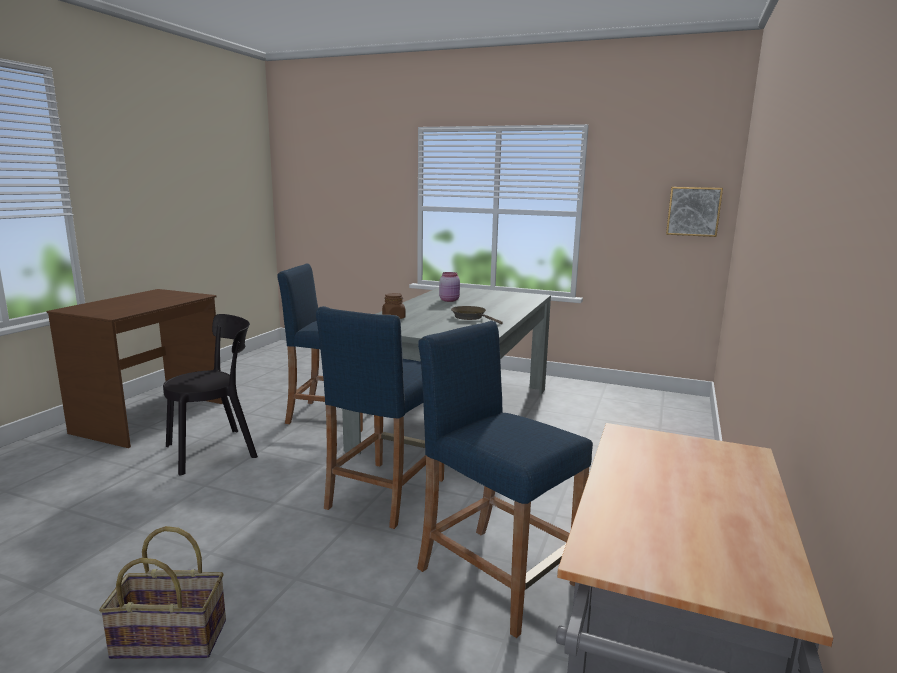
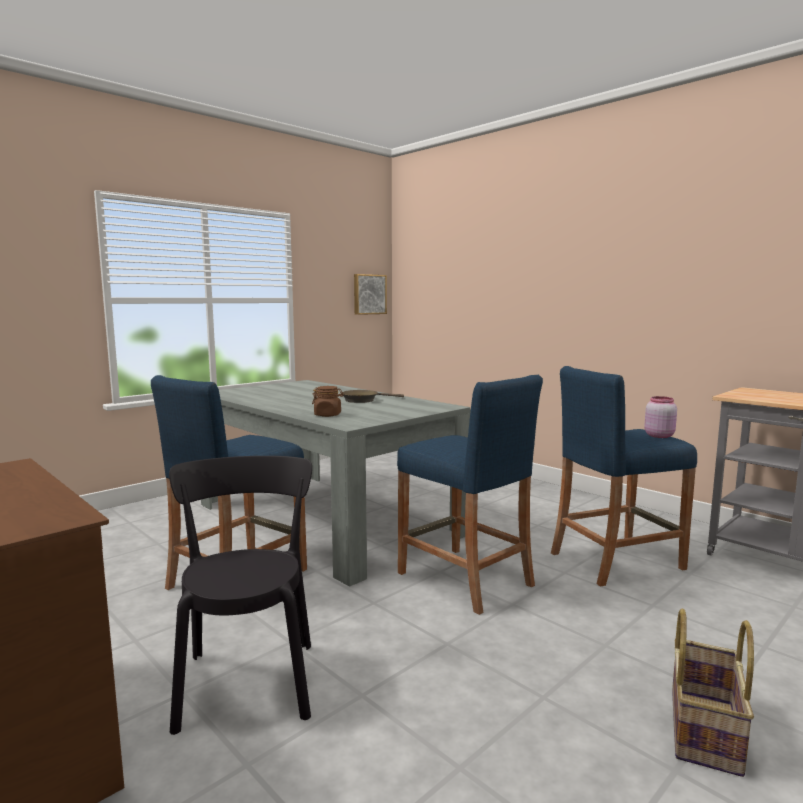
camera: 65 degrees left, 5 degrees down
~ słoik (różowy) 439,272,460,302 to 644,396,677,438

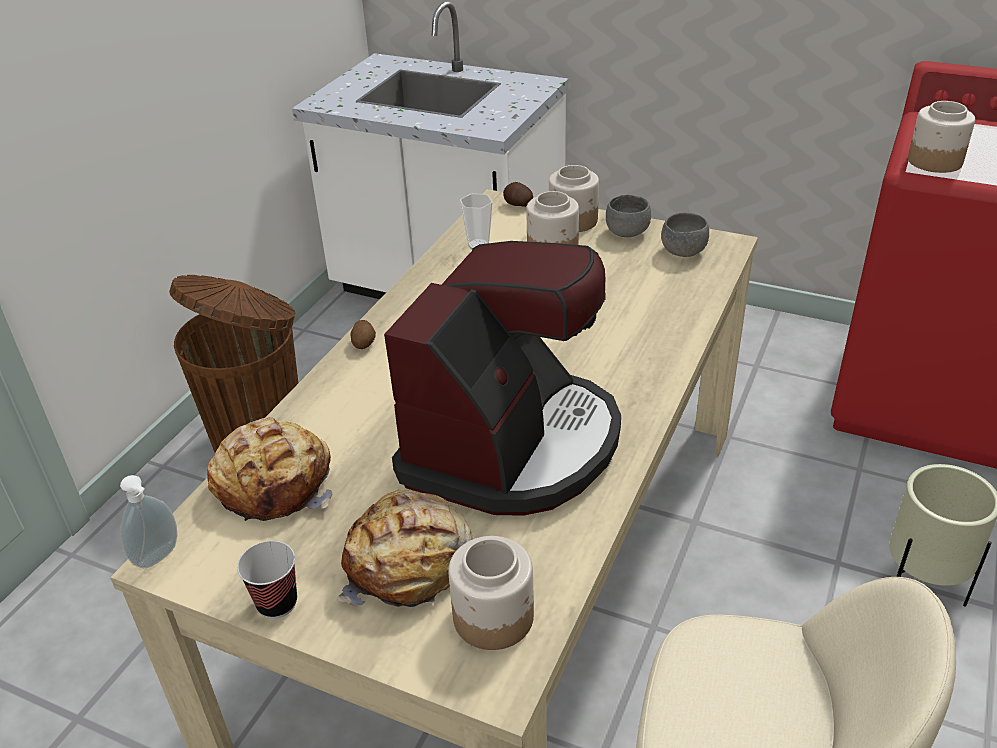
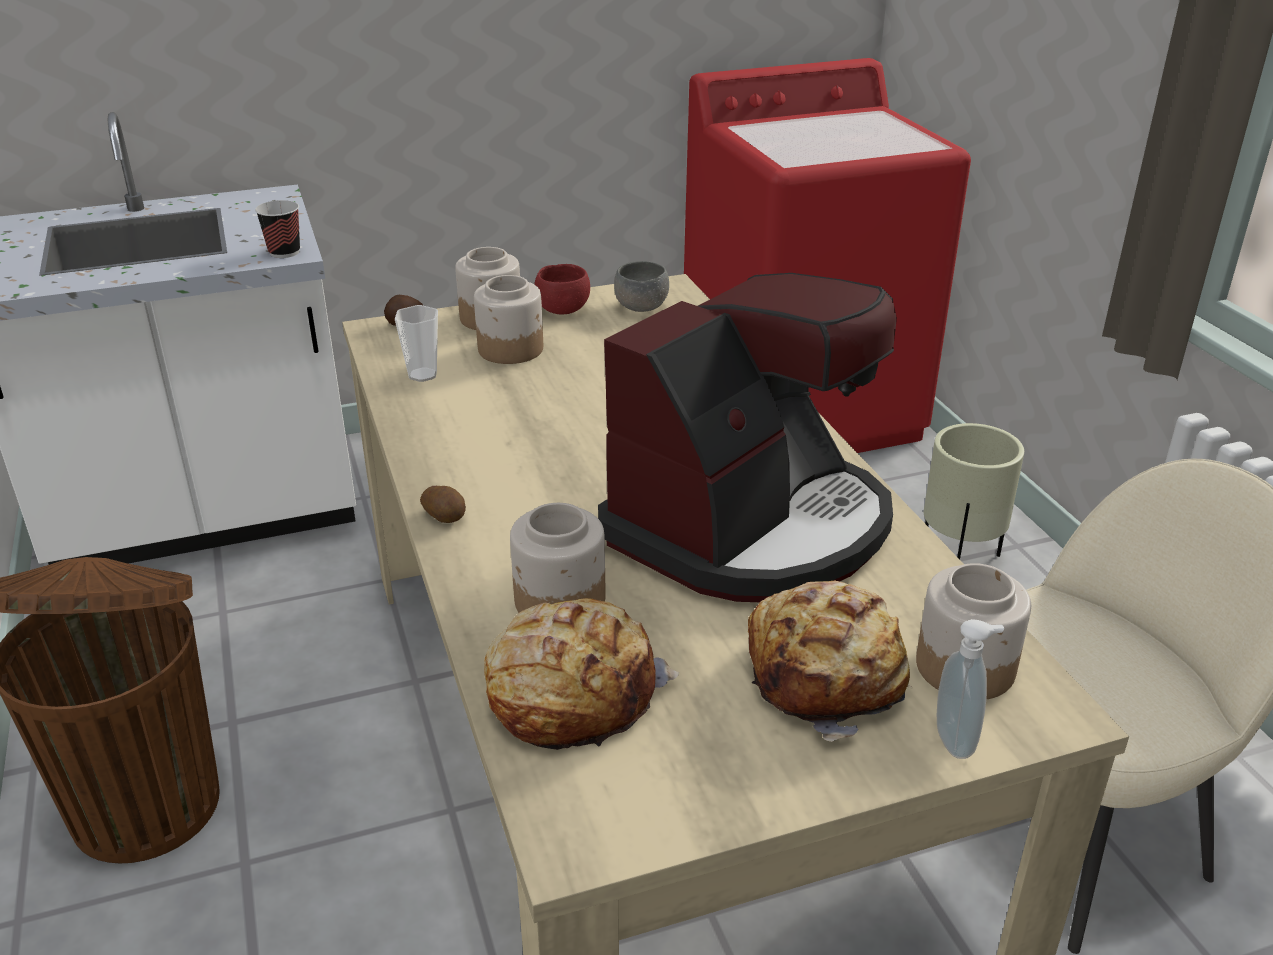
camera: 45 degrees left, 5 degrees down
~ dozownik mydła 120,475,178,568 to 937,619,1004,759
~ filiżanka 237,541,297,619 to 255,200,300,258
~ słoik 908,101,975,173 to 510,503,606,613
~ miska (szary) 606,194,651,237 to miska (czerwony) 534,264,590,314
~ ekspres do kawy 384,241,621,516 = 598,273,897,602 60 degrees clockwise

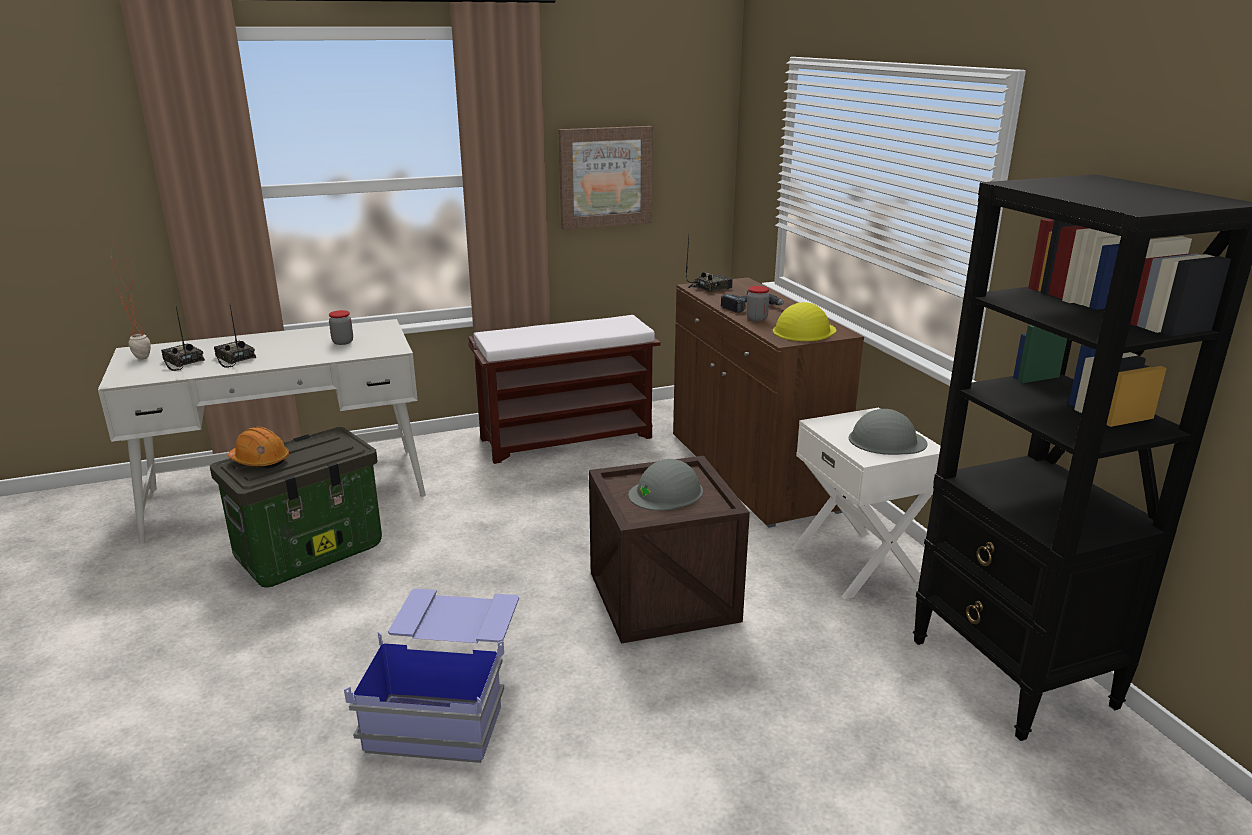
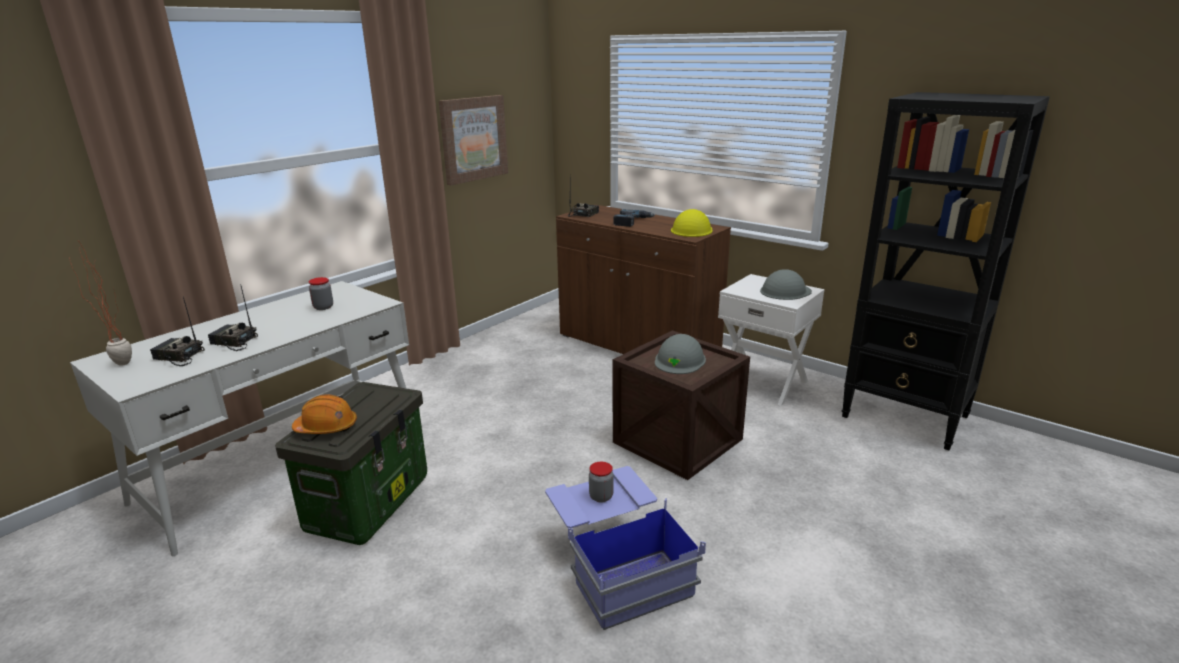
camera: 30 degrees left, 0 degrees up
- ławka (brązowy) 468,315,661,464
~ słoik 746,286,769,321 to 589,462,613,502

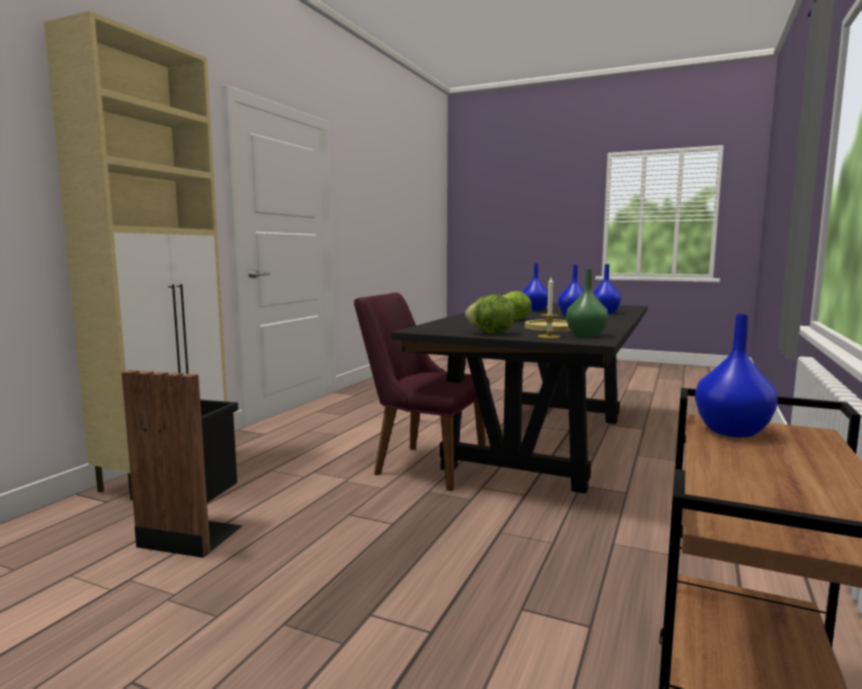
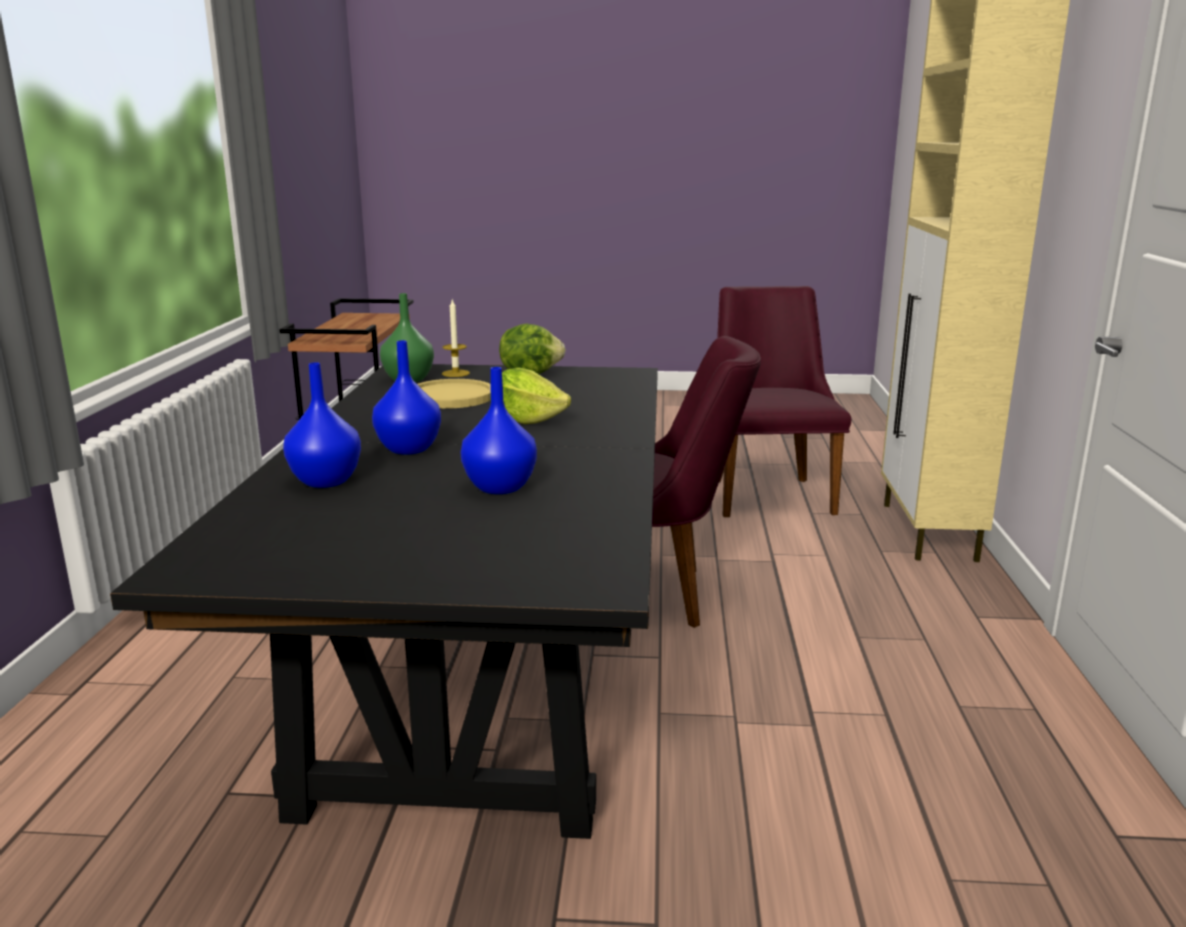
camera: 160 degrees right, 10 degrees up
- wazon (niebieski) 695,314,778,438
~ kosz na śmieci (czarny) 122,370,242,558 to krzesło (fioletowy) 717,286,851,517

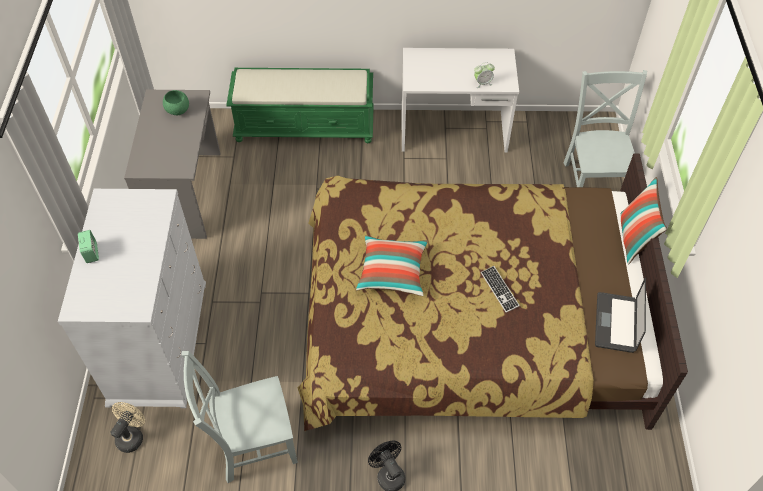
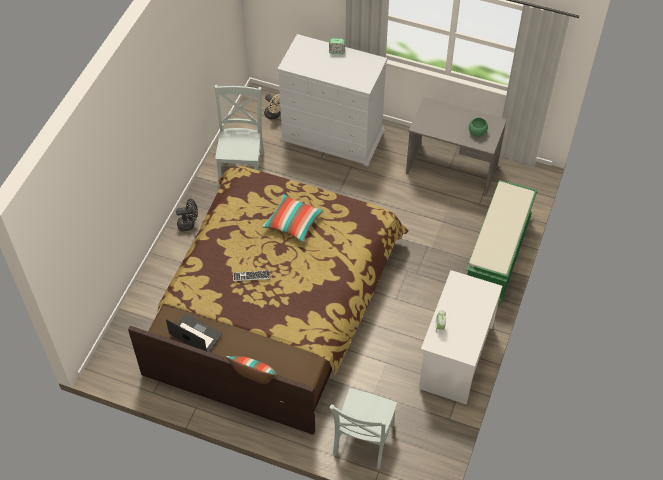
camera: 110 degrees right, 0 degrees up
~ krzesło (szary) 564,70,647,187 = 329,388,397,469 90 degrees clockwise

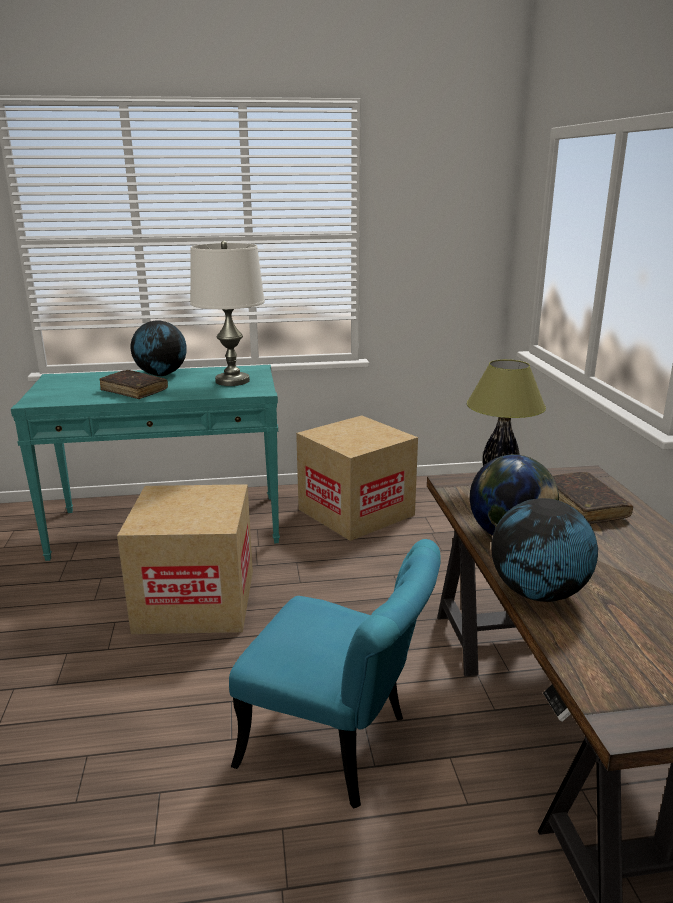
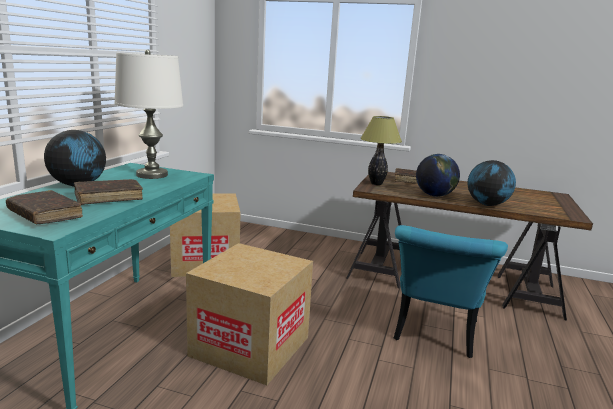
camera: 65 degrees left, 5 degrees down
+ książka (brązowy) 6,190,83,224
~ krzesło (turkusowy) 229,539,441,809 = 394,225,508,358 150 degrees clockwise

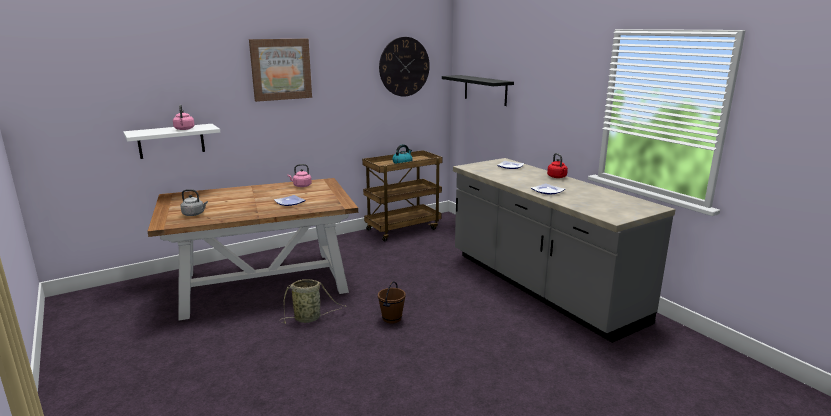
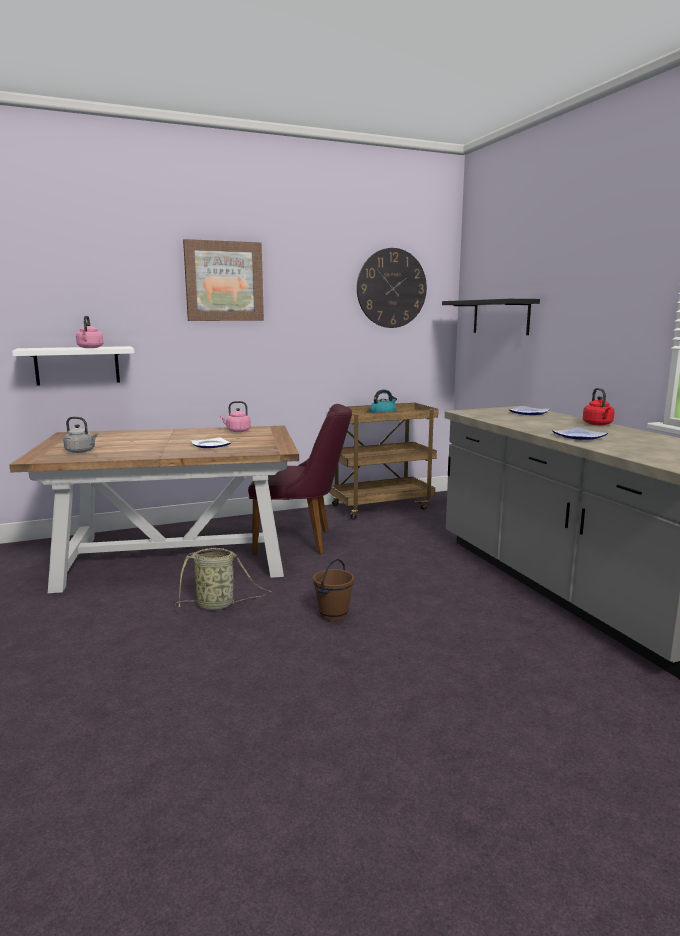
camera: 10 degrees right, 5 degrees down
+ krzesło (fioletowy) 248,404,352,555

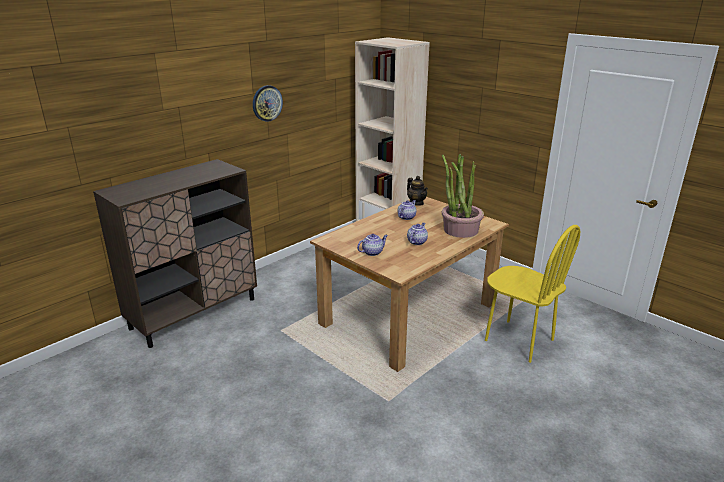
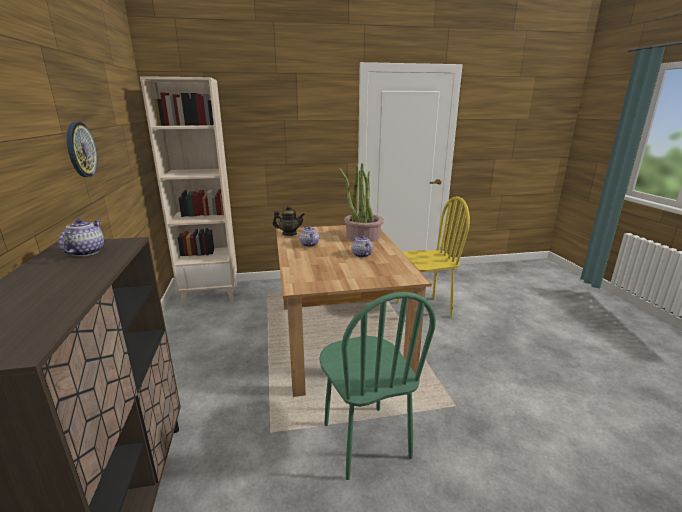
camera: 55 degrees left, 5 degrees down
+ krzesło (zielony) 319,292,436,480
~ imbryk 357,234,388,256 to 59,218,104,256

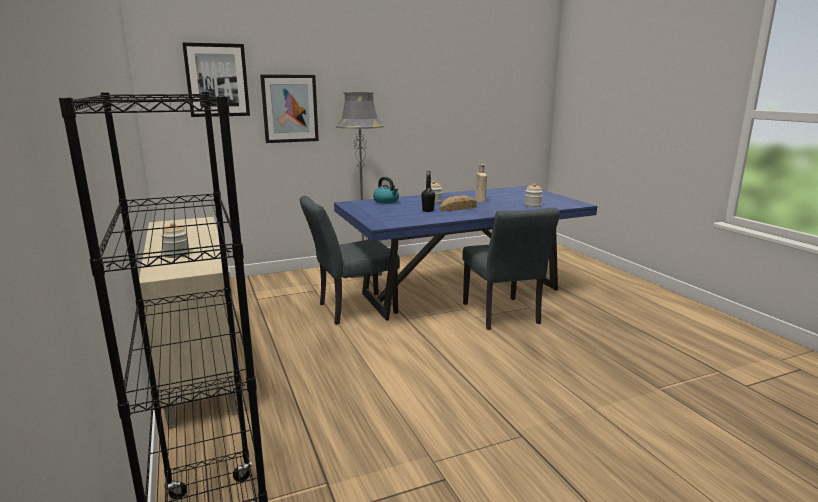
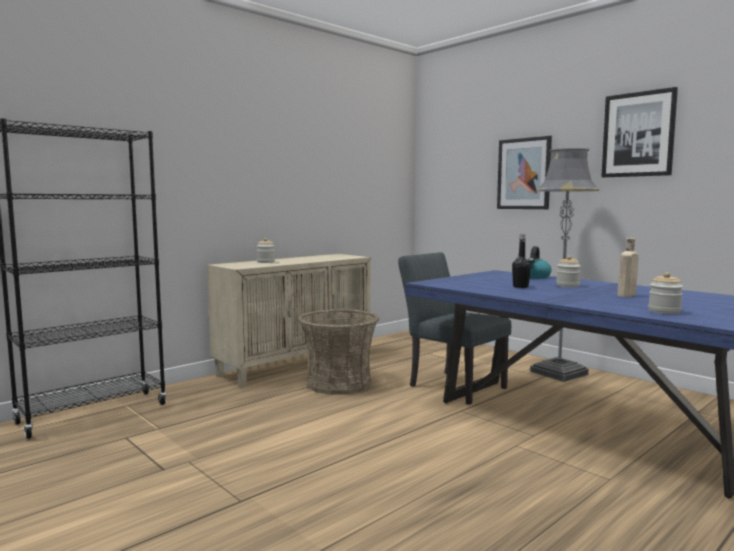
camera: 70 degrees right, 10 degrees down
- chleb 440,195,477,211
- krzesło (szary) 462,207,560,330
+ koszyk 298,309,379,395
~ obraz 182,42,250,117 to 601,87,678,177

